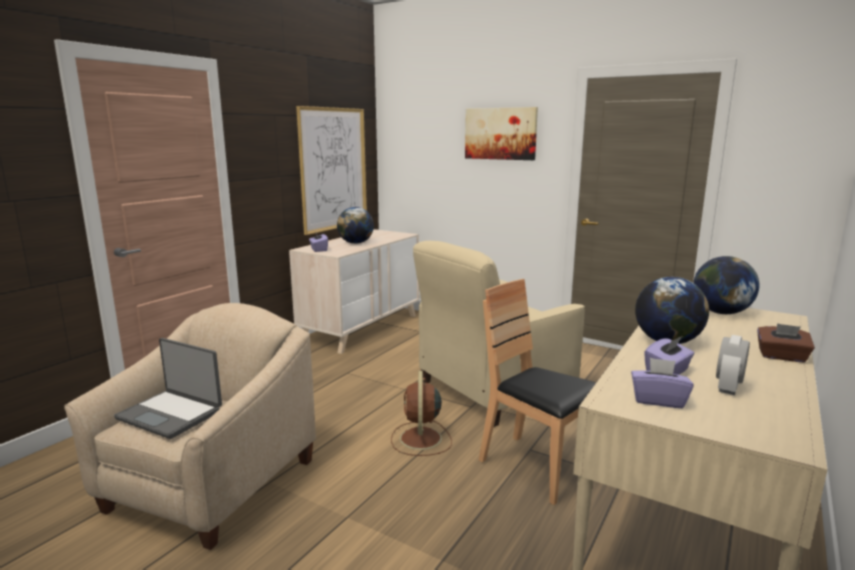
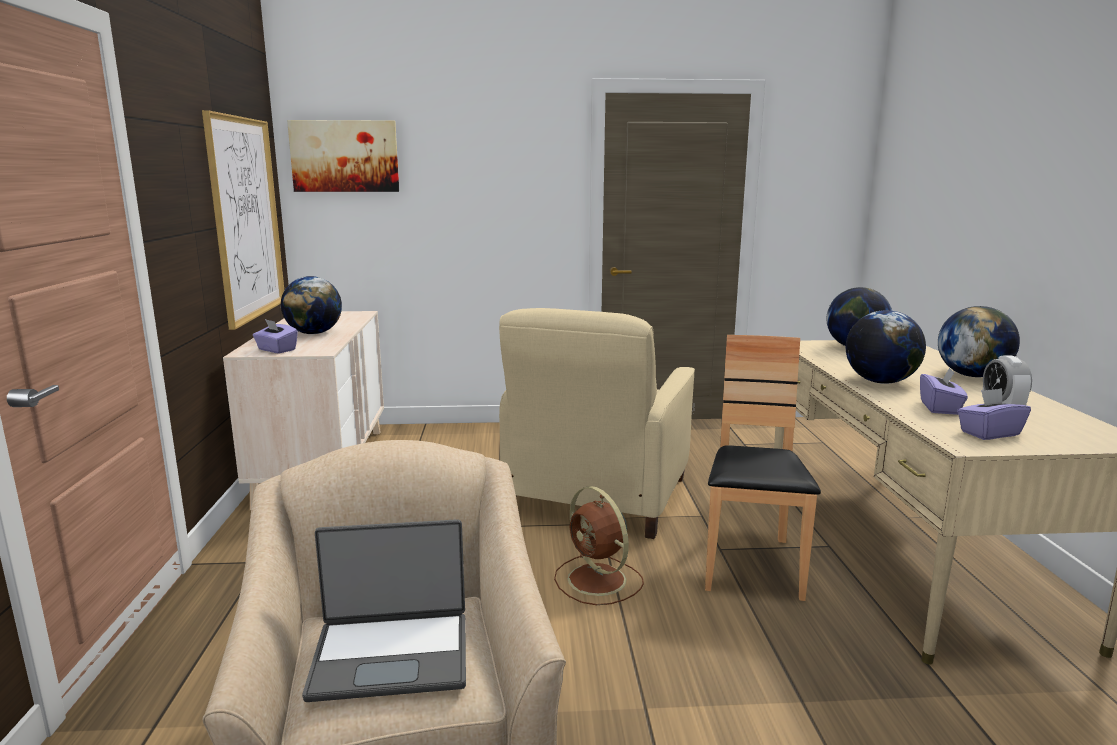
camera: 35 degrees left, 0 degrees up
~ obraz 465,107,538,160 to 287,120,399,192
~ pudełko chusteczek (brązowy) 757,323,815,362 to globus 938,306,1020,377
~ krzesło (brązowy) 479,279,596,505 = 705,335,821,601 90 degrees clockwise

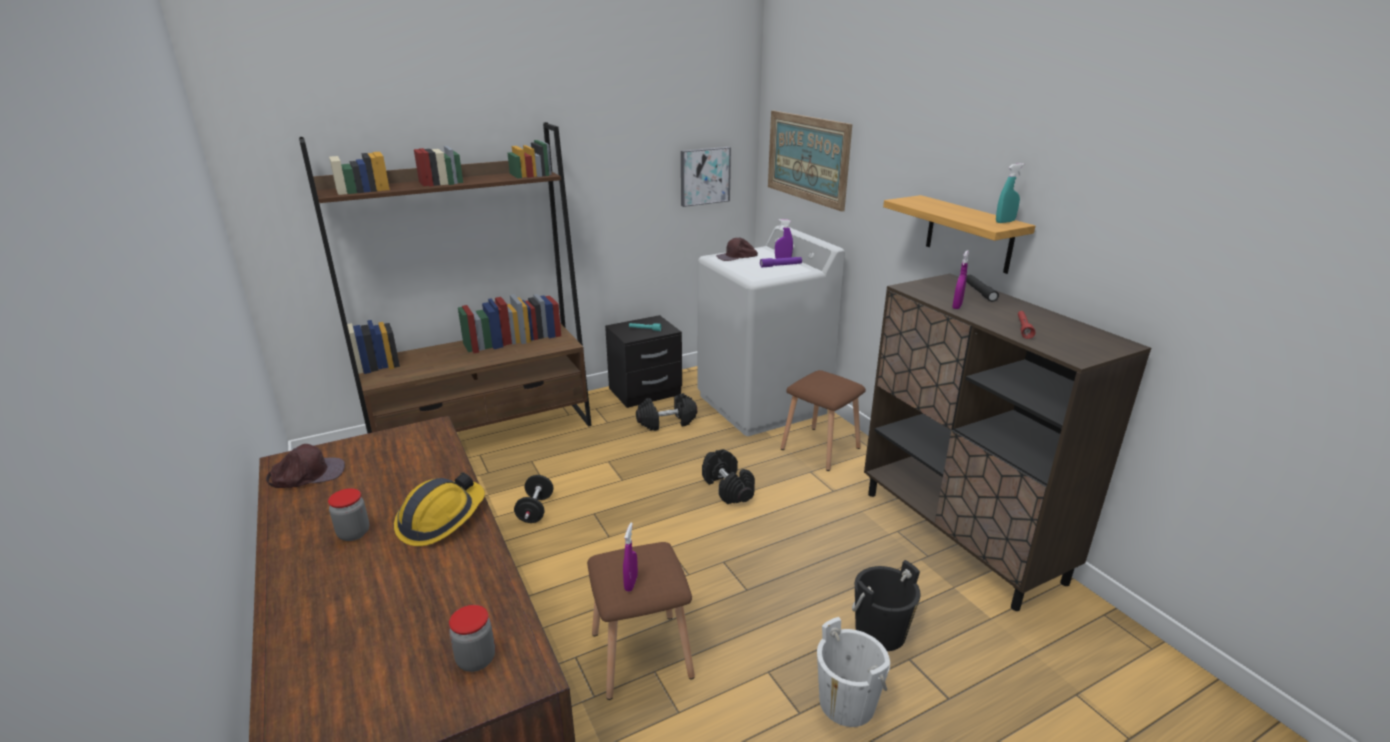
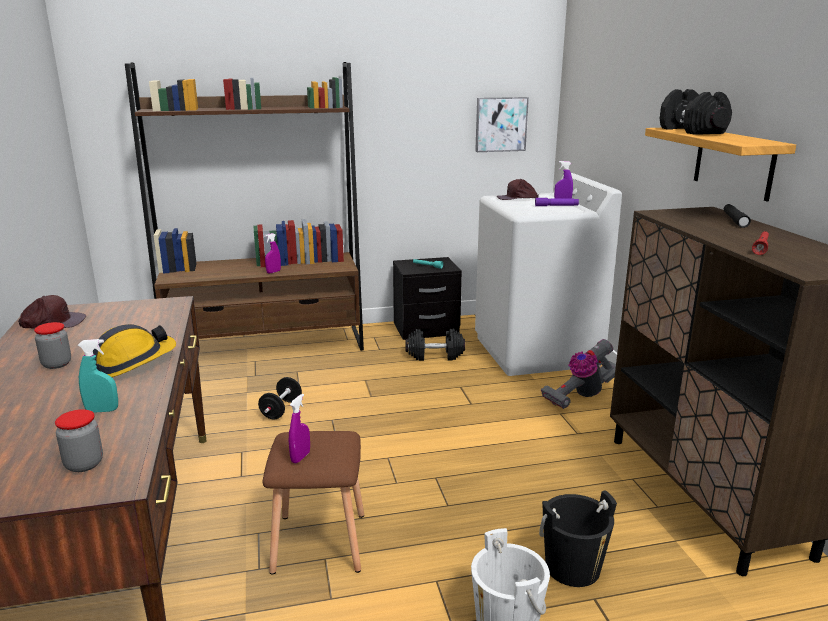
camera: 15 degrees right, 5 degrees down
- obraz 768,111,852,212
~ hantel (czarny) 702,449,755,504 to 659,89,732,135
~ spryskiwacz (fioletowy) 952,250,969,309 to 265,233,281,274
~ spryskiwacz (turkusowy) 996,163,1024,223 to 78,339,118,413
~ stołek (brązowy) 781,370,866,471 to odkurzacz 541,339,616,409

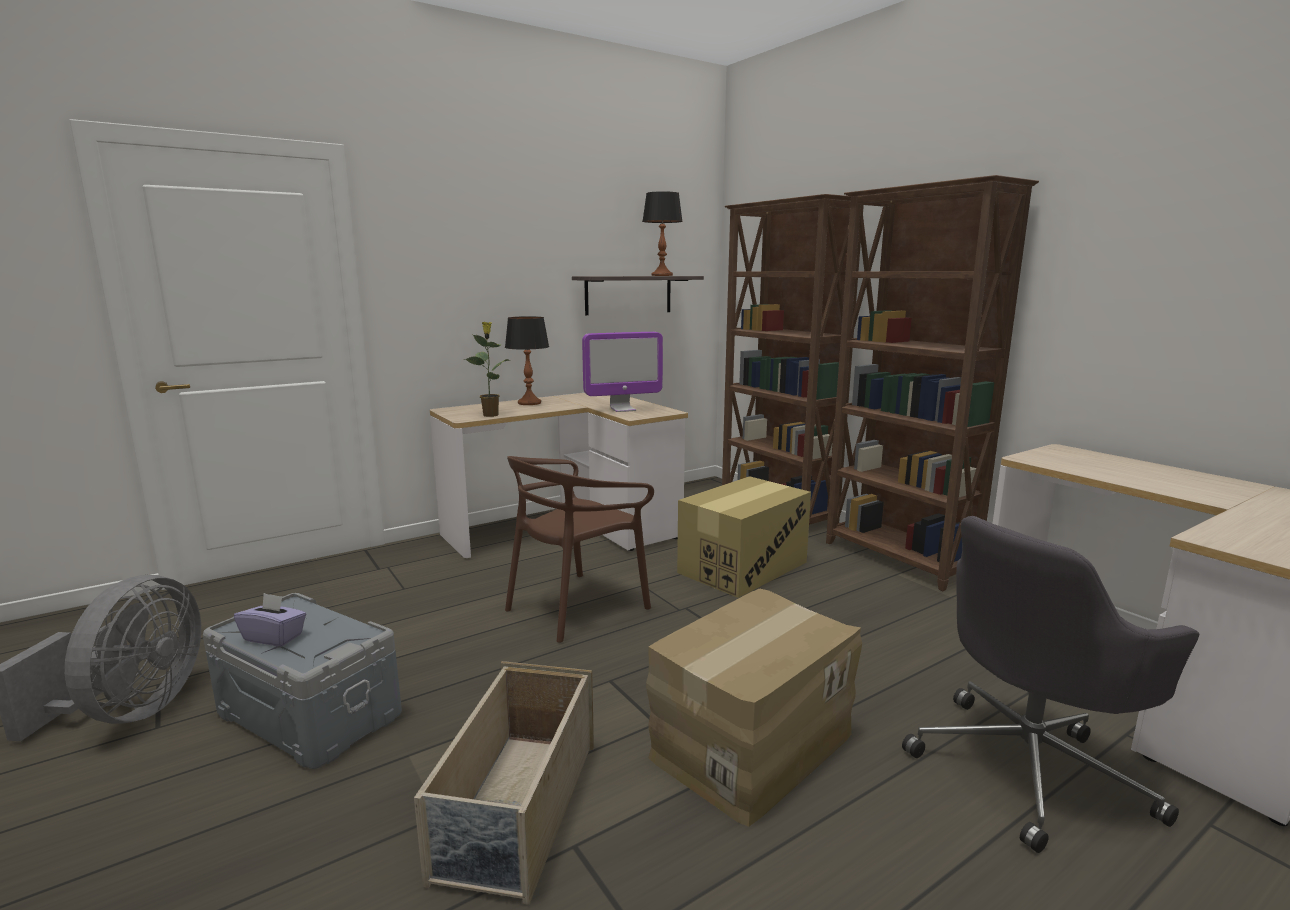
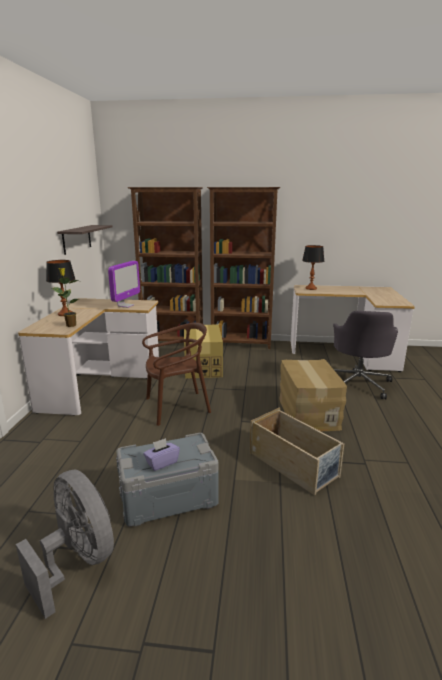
camera: 50 degrees left, 5 degrees up
~ lampa stołowa 642,191,683,276 to 302,245,324,290
~ krzesło (brązowy) 505,456,654,643 = 142,322,211,426 105 degrees counterclockwise

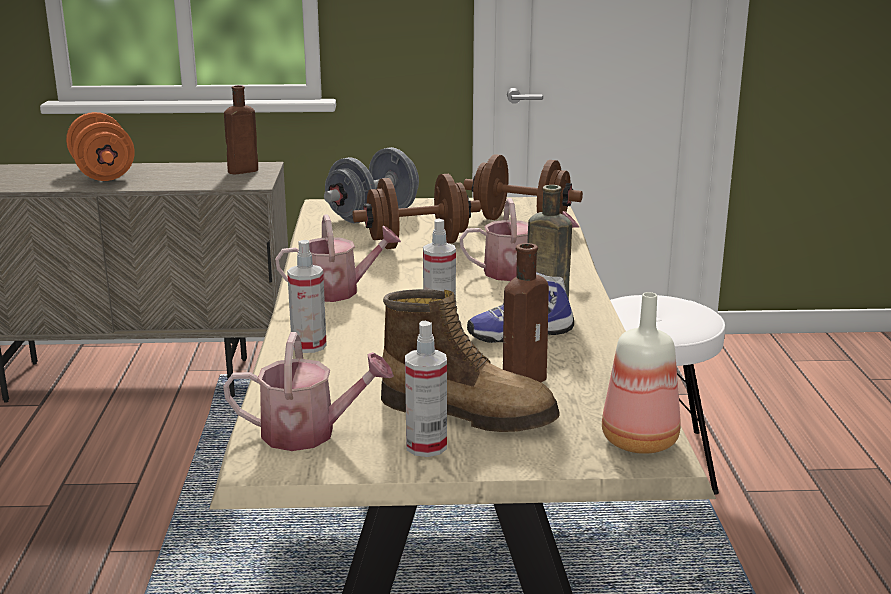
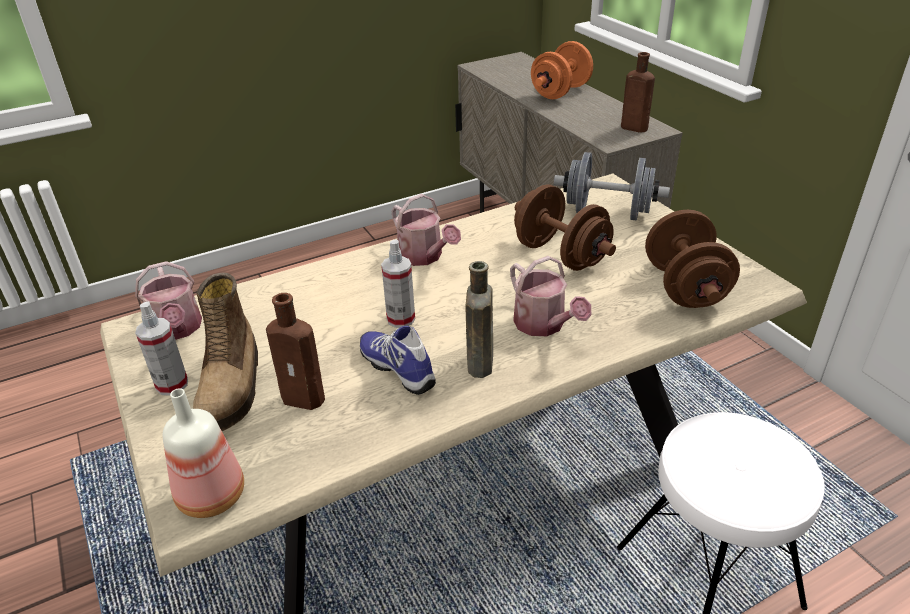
camera: 65 degrees right, 15 degrees up
- spryskiwacz 287,240,327,353

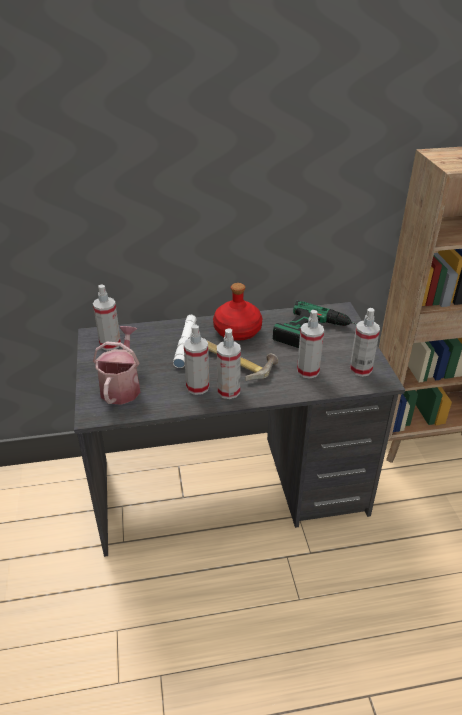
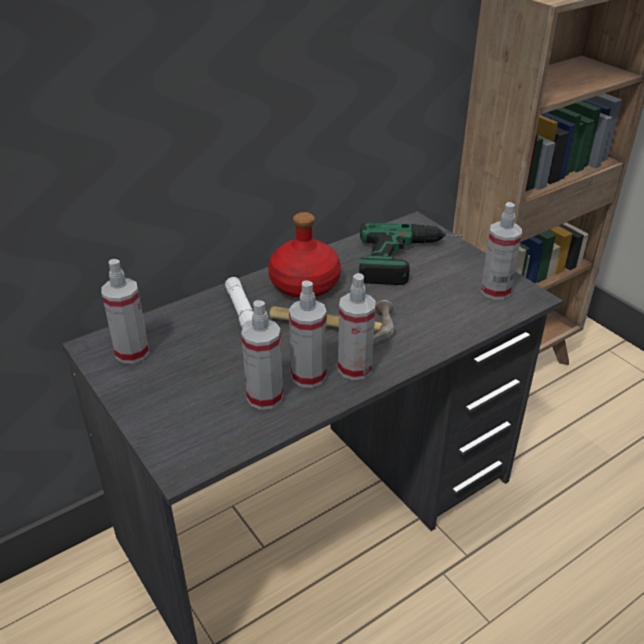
camera: 25 degrees left, 0 degrees up
- konewka 93,326,140,405
~ spryskiwacz 297,310,324,379 to 241,300,283,410

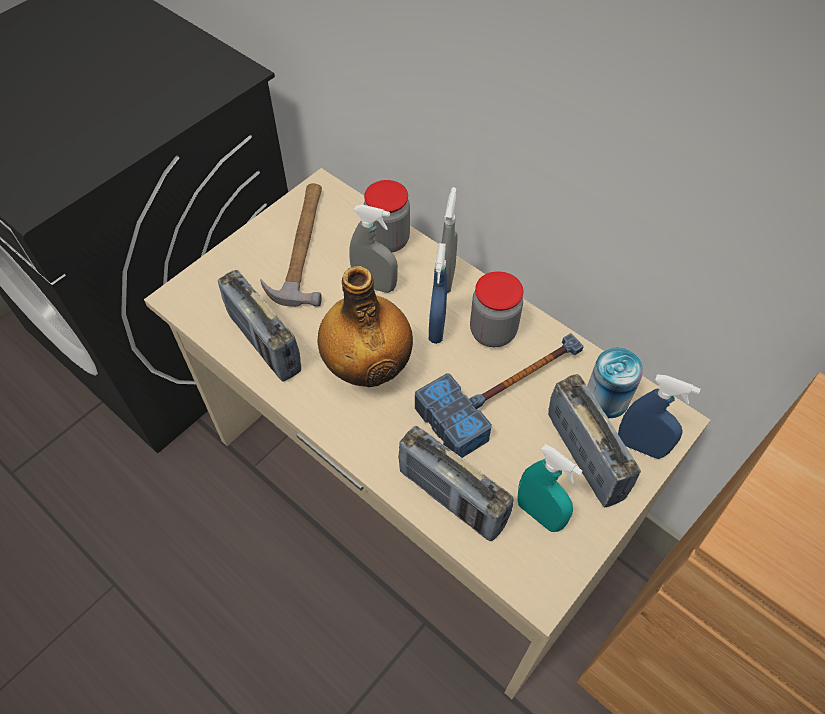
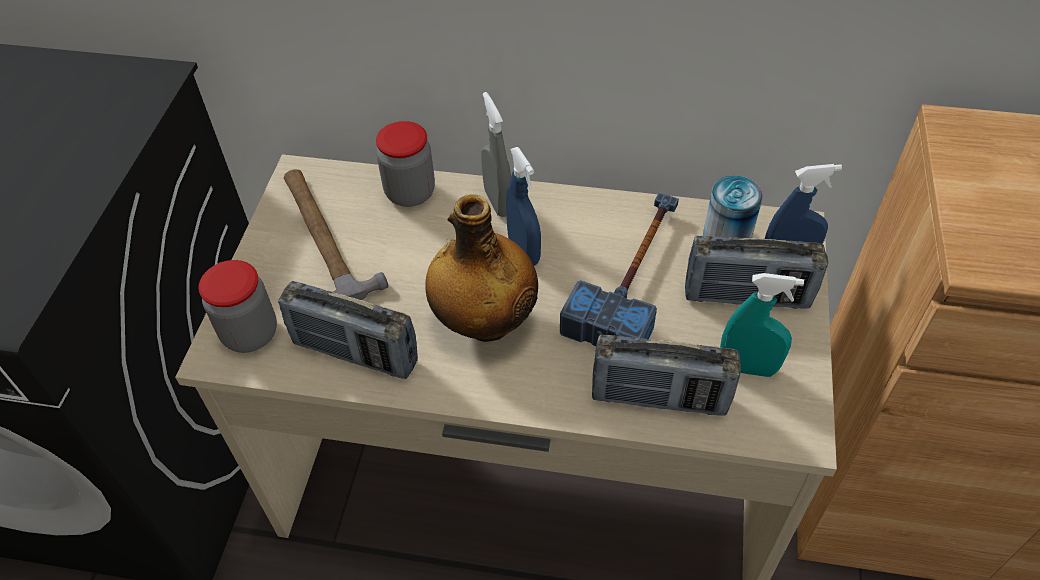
camera: 30 degrees left, 5 degrees down
- spryskiwacz (szary) 350,205,398,293
~ słoik 470,271,523,347 to 199,260,277,353
~ radio 548,374,641,508 = 685,236,828,309 150 degrees clockwise

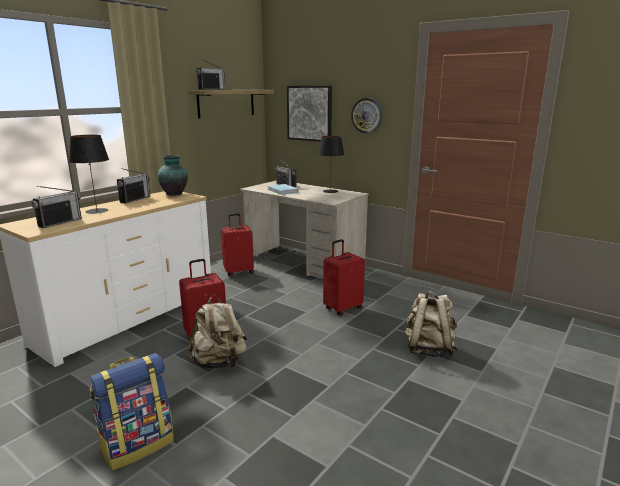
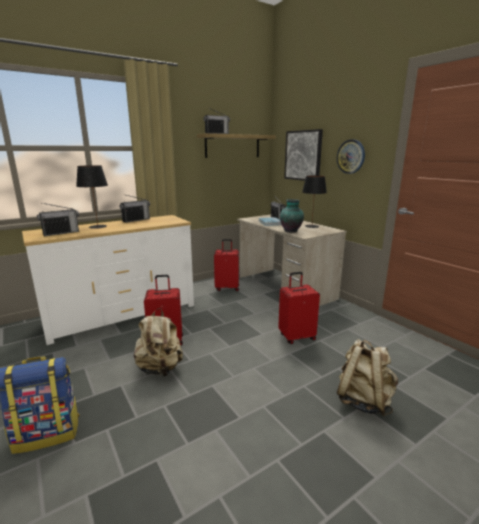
camera: 20 degrees right, 0 degrees up
~ wazon 158,155,188,196 to 280,199,304,233

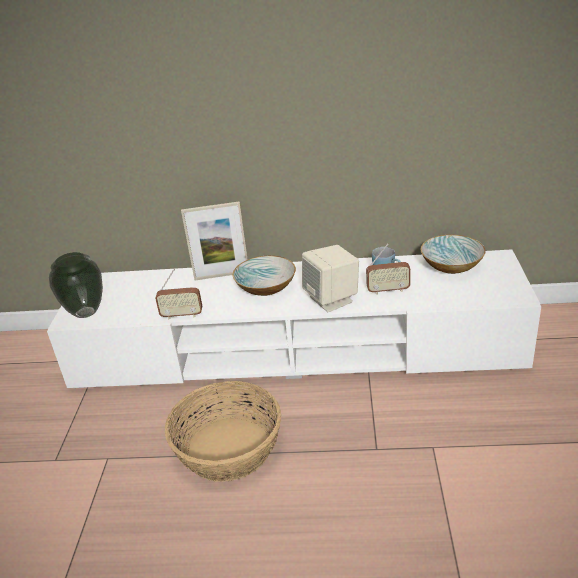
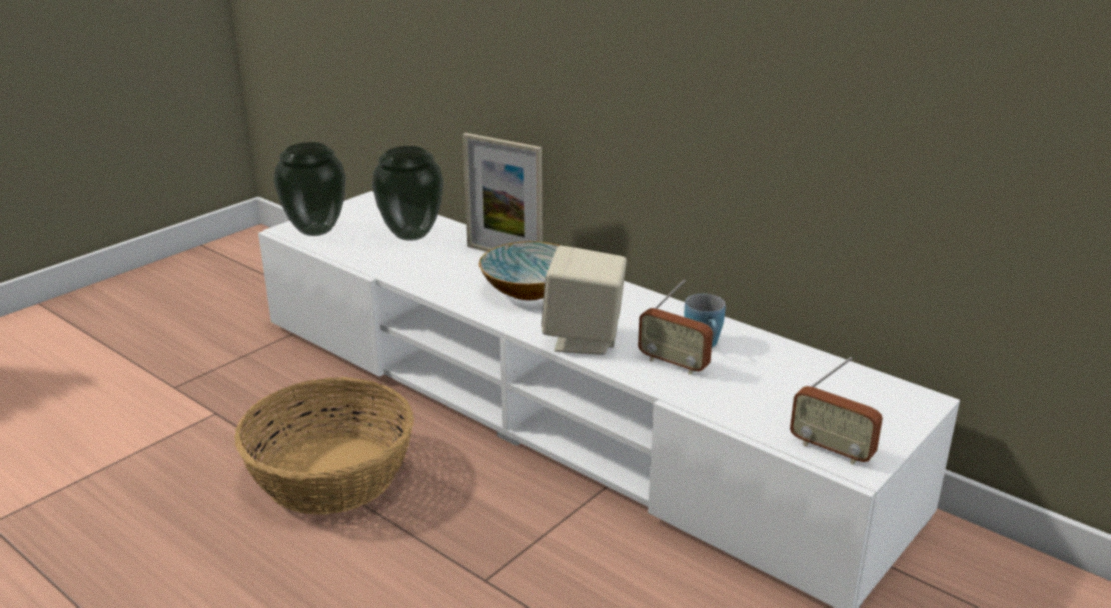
camera: 35 degrees right, 5 degrees down
- miska 420,235,486,274
+ wazon 372,146,444,241
~ radio 155,268,202,320 to 790,357,883,465

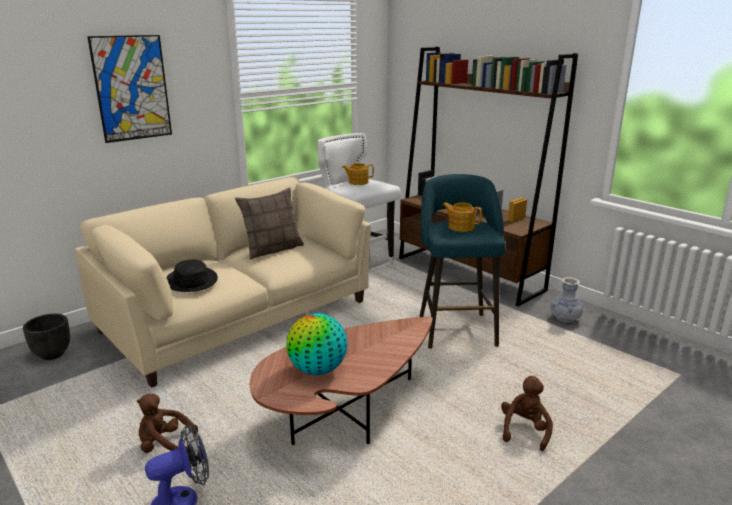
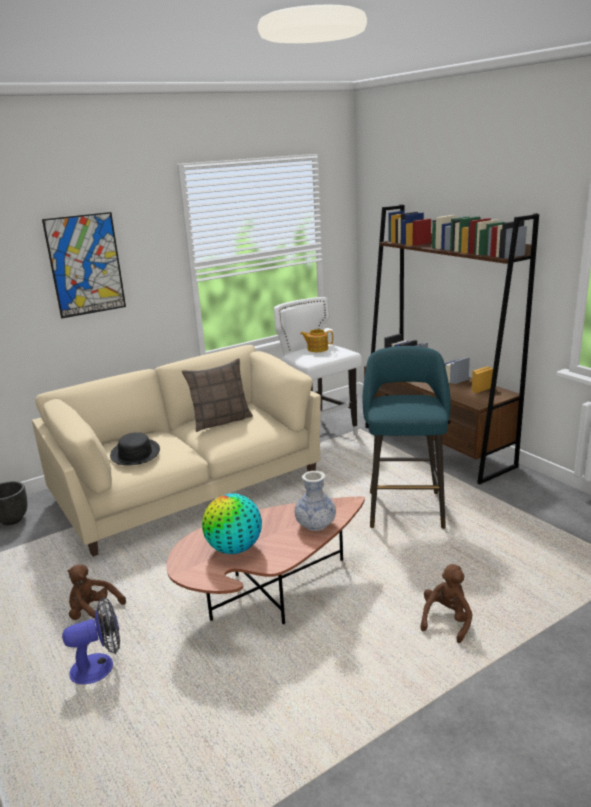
camera: 10 degrees right, 0 degrees up
- imbryk 443,203,482,232
~ wazon 550,277,583,322 to 295,471,336,531

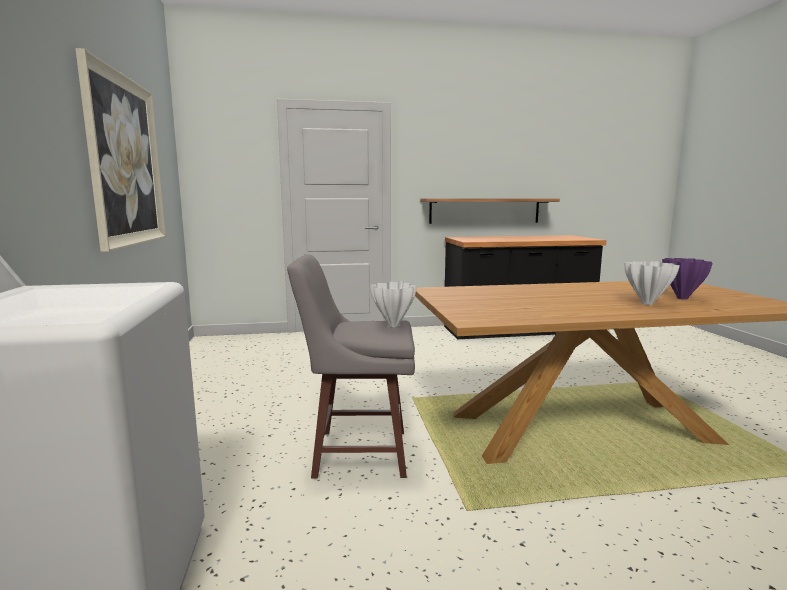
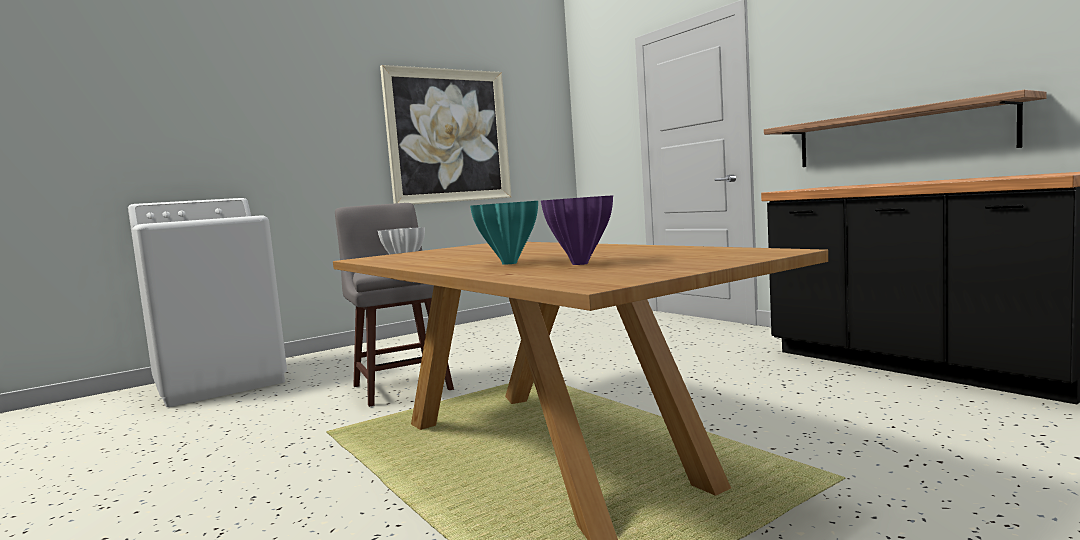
camera: 65 degrees right, 5 degrees down
~ wazon (biały) 624,261,680,305 to wazon (turkusowy) 470,201,538,264

